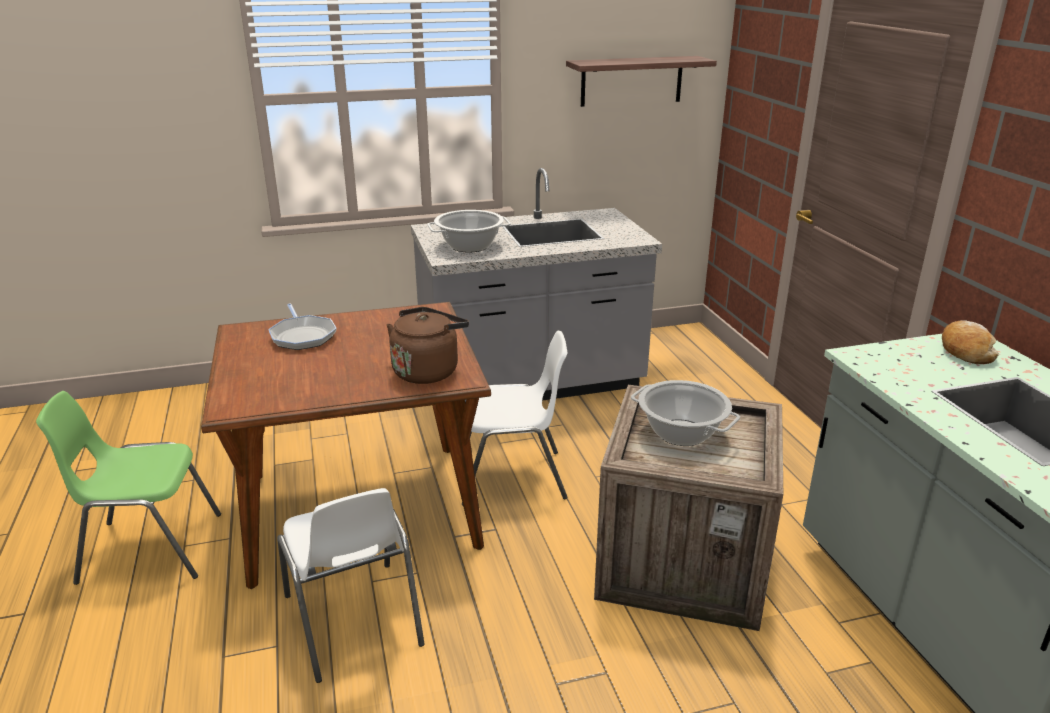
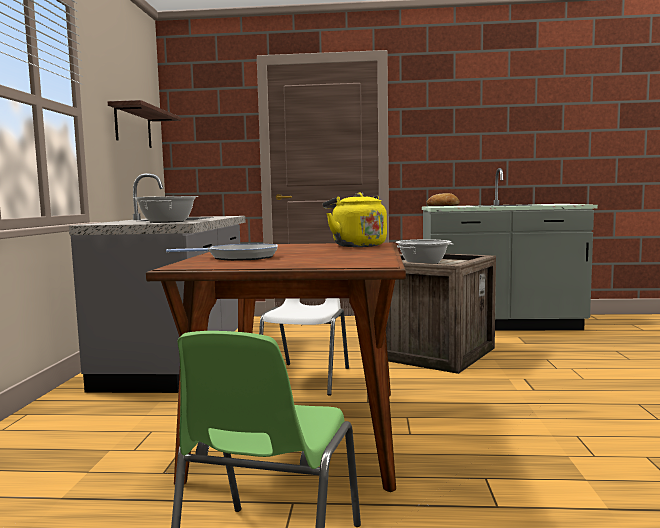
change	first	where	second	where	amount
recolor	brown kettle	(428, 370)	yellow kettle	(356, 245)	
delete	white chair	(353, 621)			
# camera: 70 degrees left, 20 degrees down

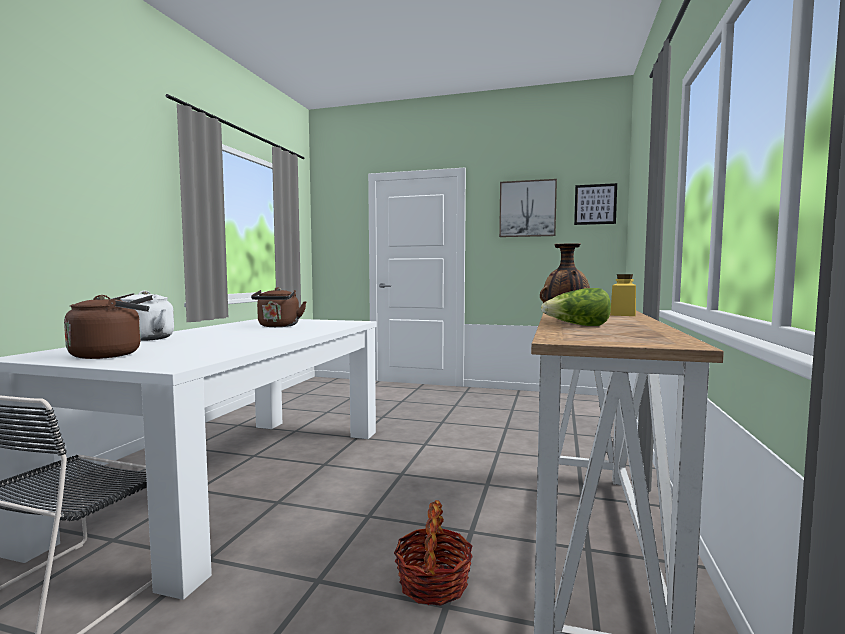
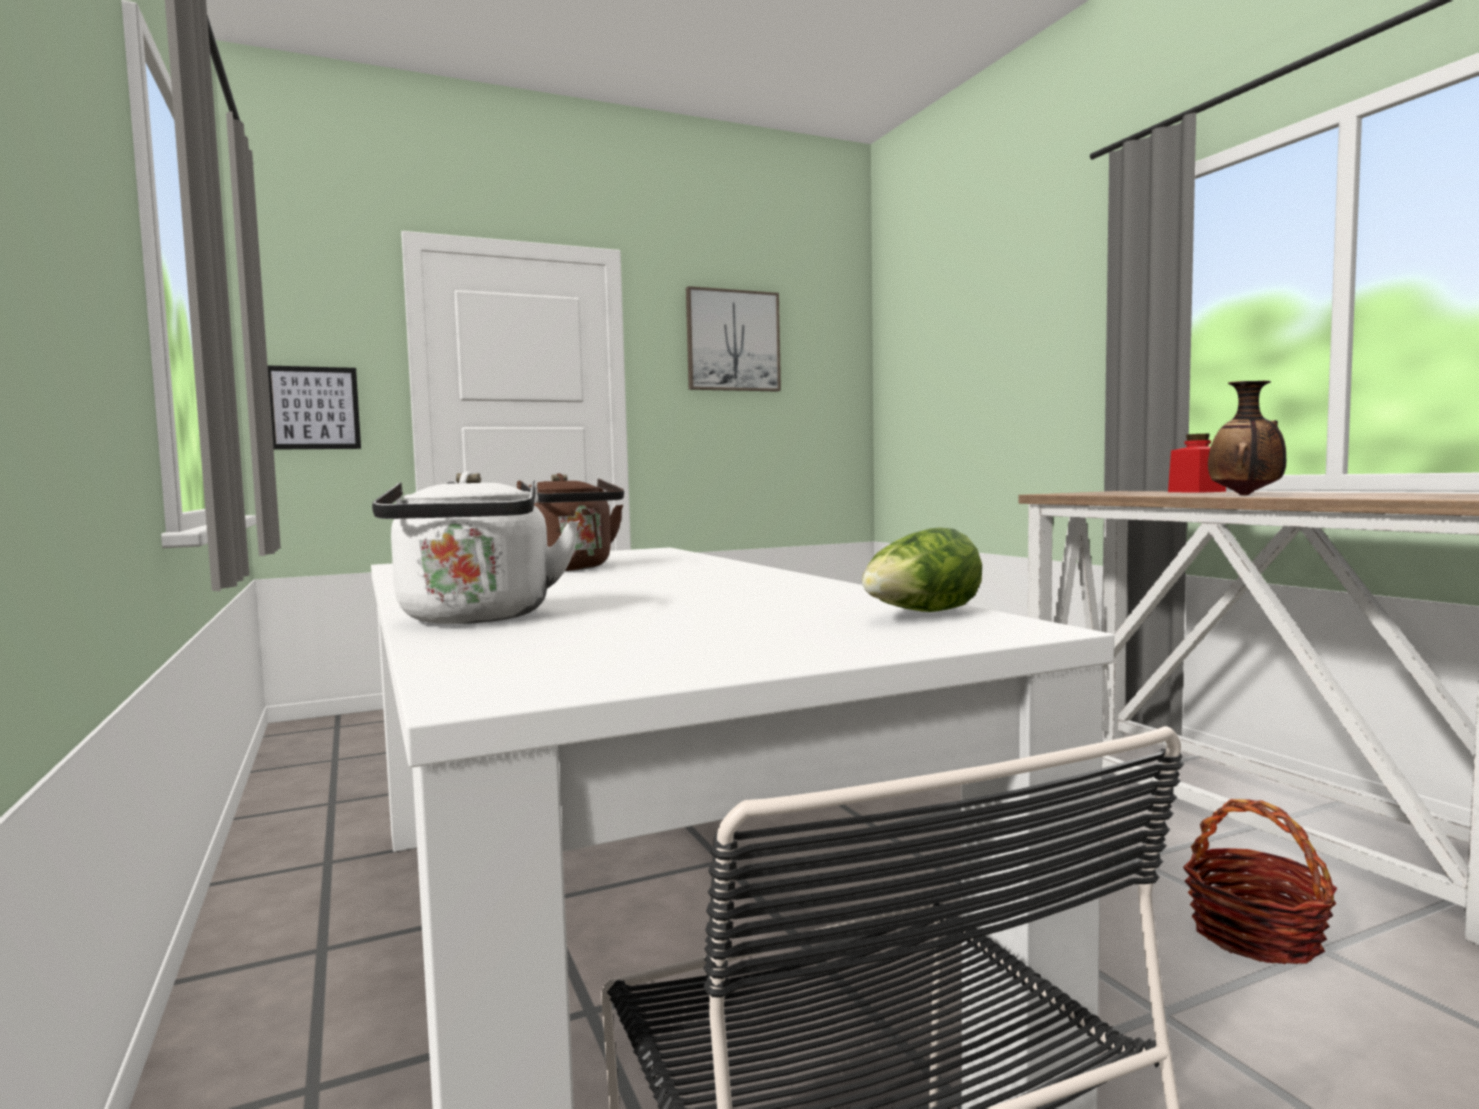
change	first	where	second	where	amount
move	picture	(595, 204)		(314, 408)	
recolor	yellow jar	(623, 314)	red jar	(1196, 491)	
move	lettuce	(577, 326)		(920, 614)	
delete	brown kettle	(110, 355)			
# camera: 40 degrees left, 0 degrees up

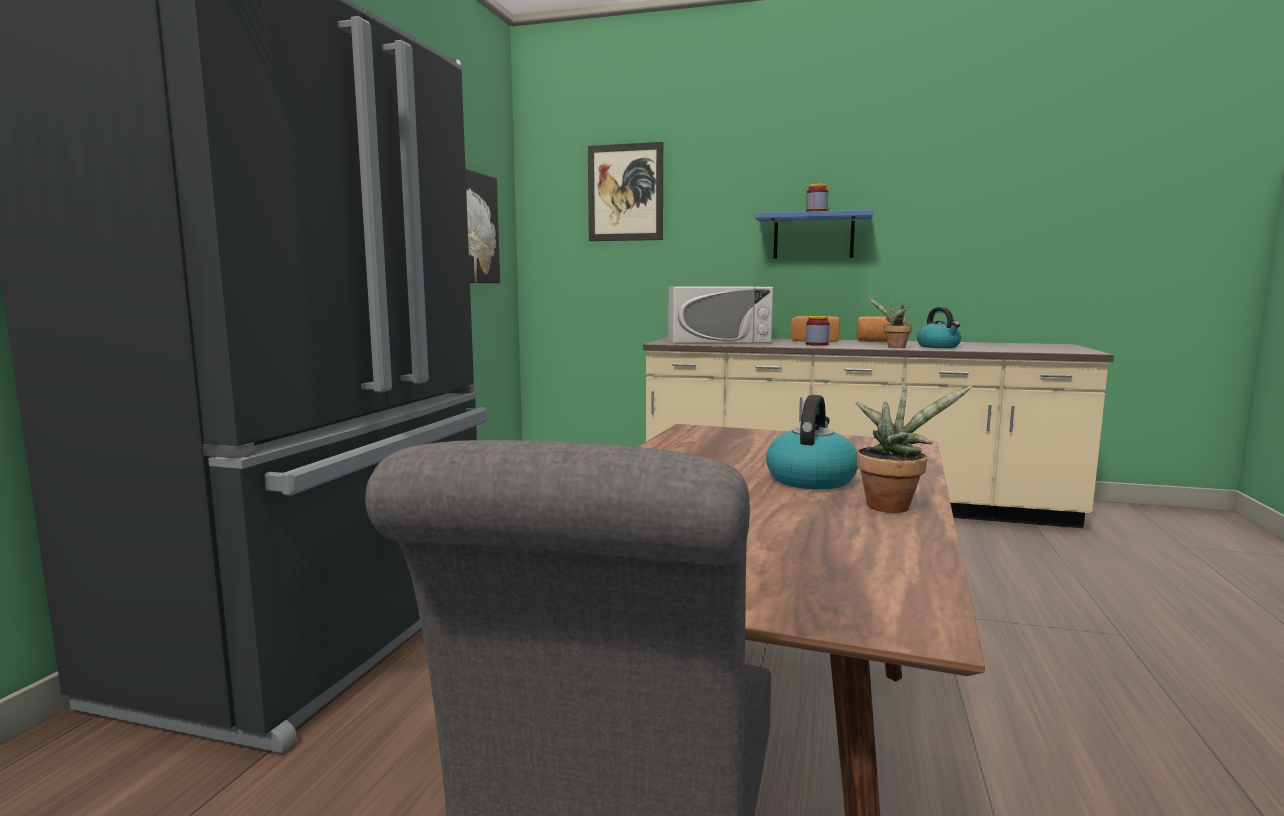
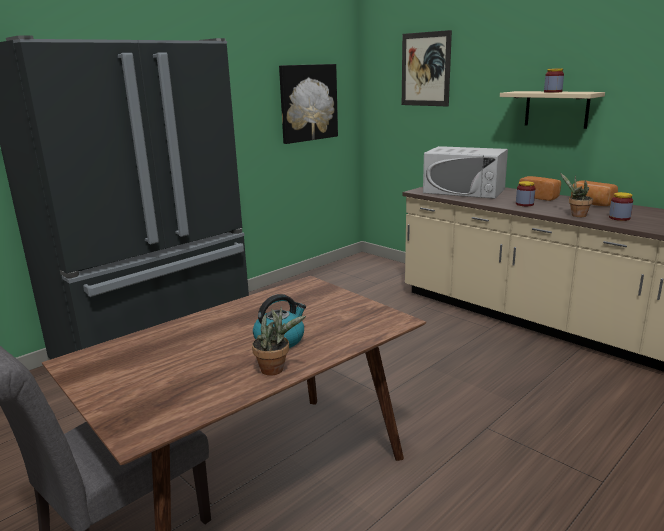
change	first	where	second	where	amount
recolor	blue shelf	(813, 236)	beige shelf	(556, 109)	
replace	kettle	(939, 347)	jar	(619, 218)	
# camera: 30 degrees right, 10 degrees up

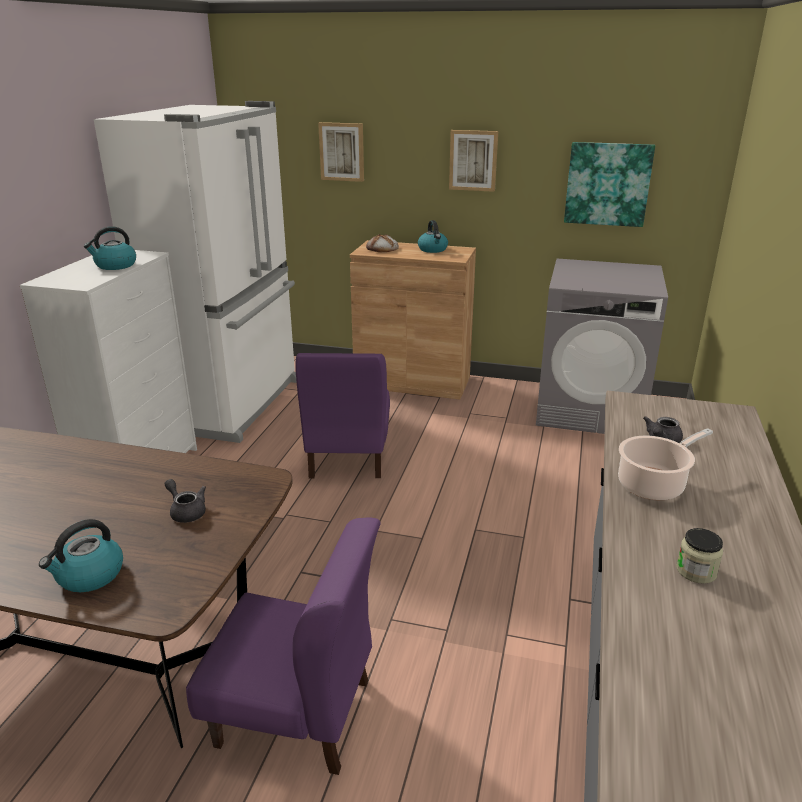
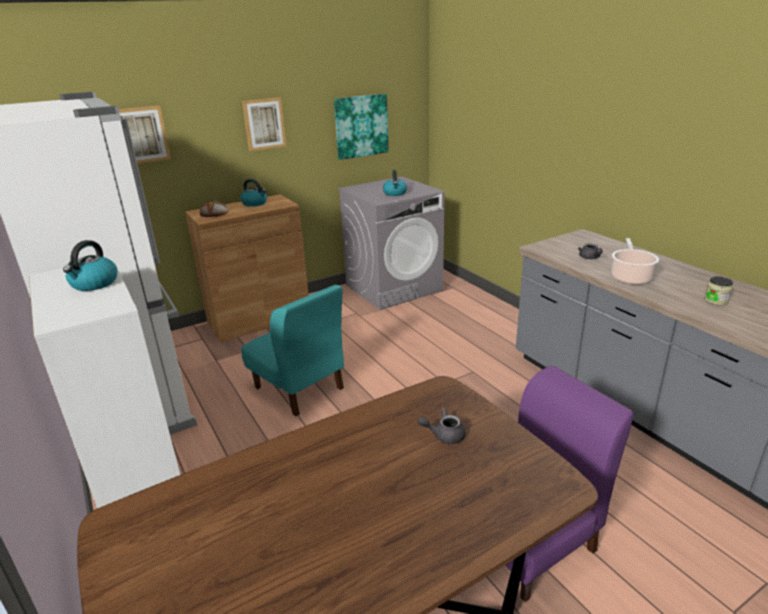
change	first	where	second	where	amount
recolor	purple chair	(347, 457)	turquoise chair	(299, 388)	
move	kettle	(89, 576)		(395, 193)	
# camera: 45 degrees left, 0 degrees up

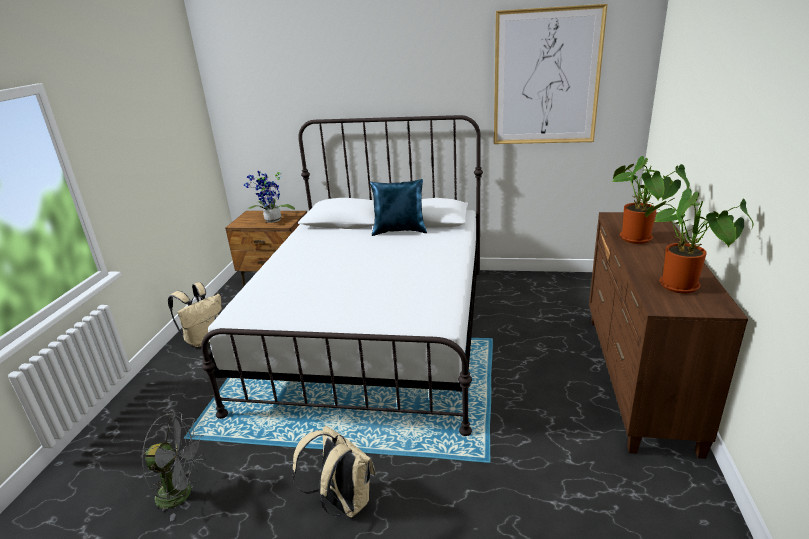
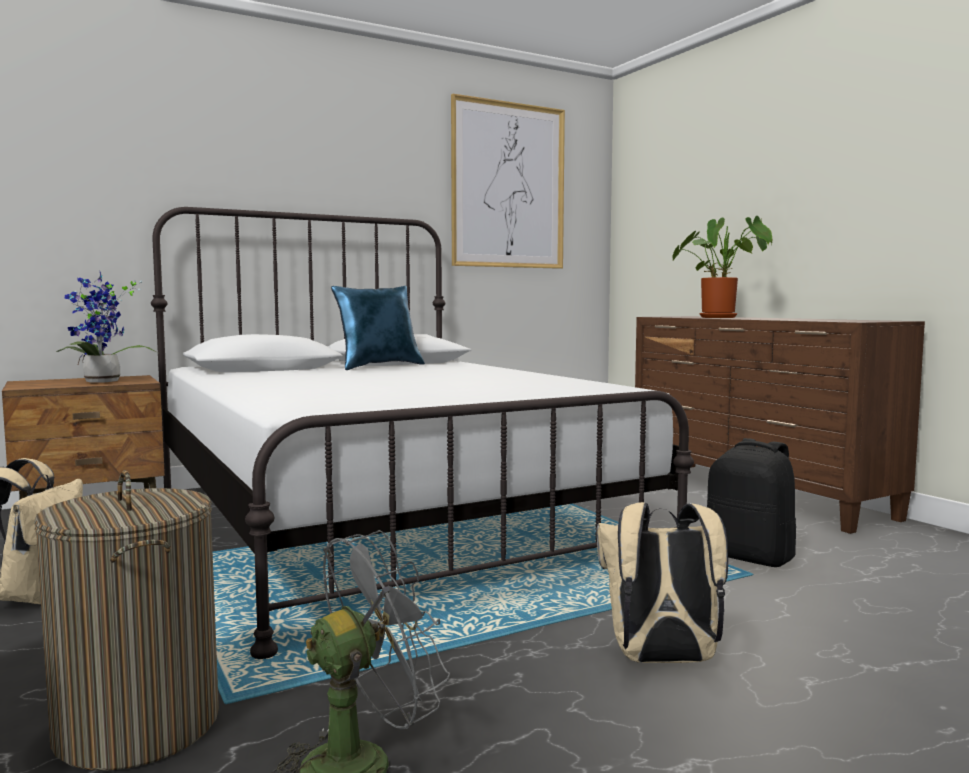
change	first	where	second	where	amount
delete	potted plant	(683, 287)			
insert			black backpack	(751, 557)	
insert			laundry basket	(137, 726)	
# camera: 40 degrees left, 20 degrees down

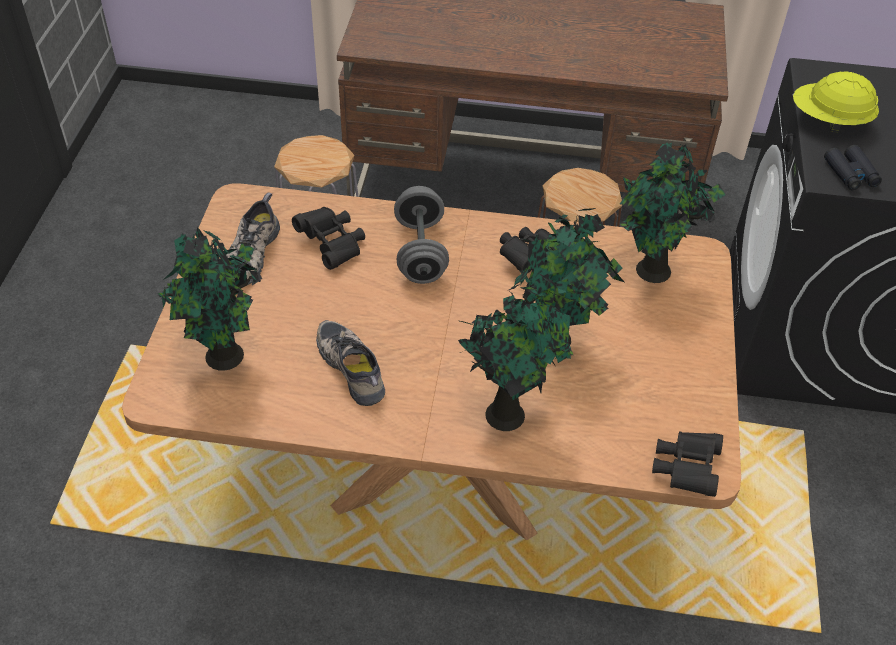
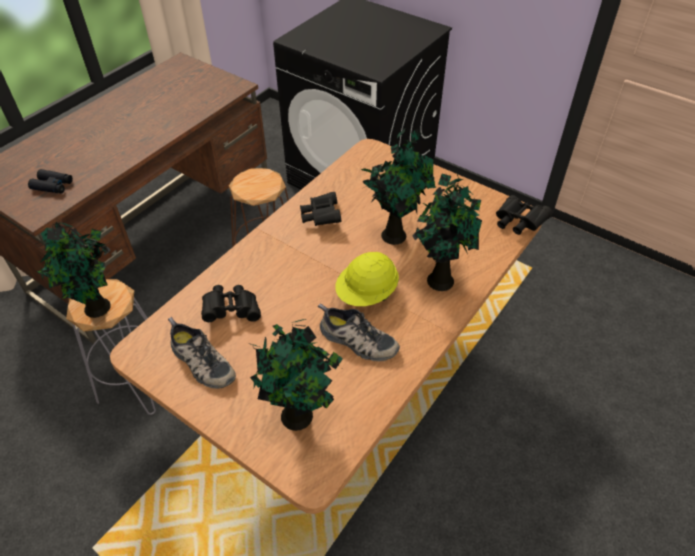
change	first	where	second	where	amount
move	yellow hard hat	(829, 121)		(367, 293)	
move	potted plant	(652, 272)		(98, 309)	
move	black binoculars	(850, 174)		(52, 185)	
delete	grey dumbbell	(420, 252)			
rotate	shoe	(353, 367)		(356, 341)	150 degrees counterclockwise
# camera: 60 degrees left, 0 degrees up

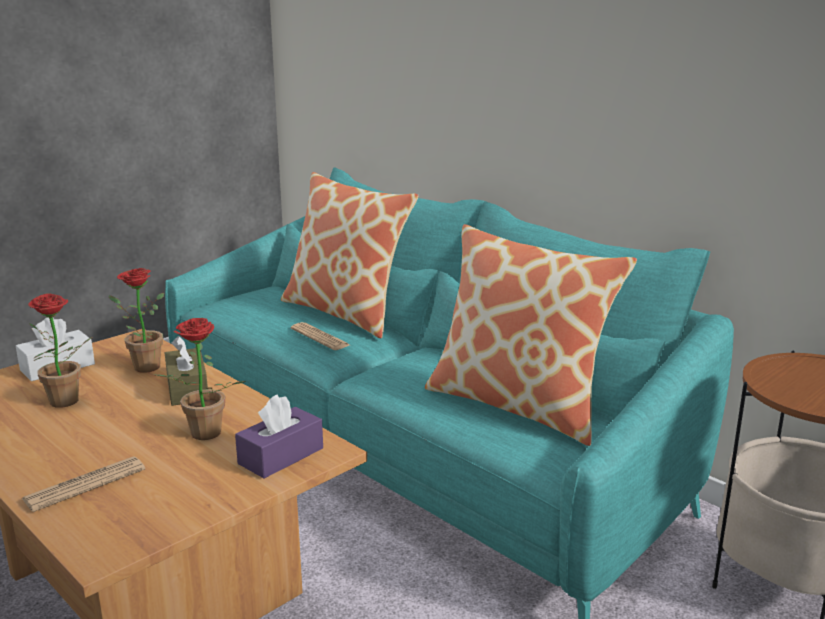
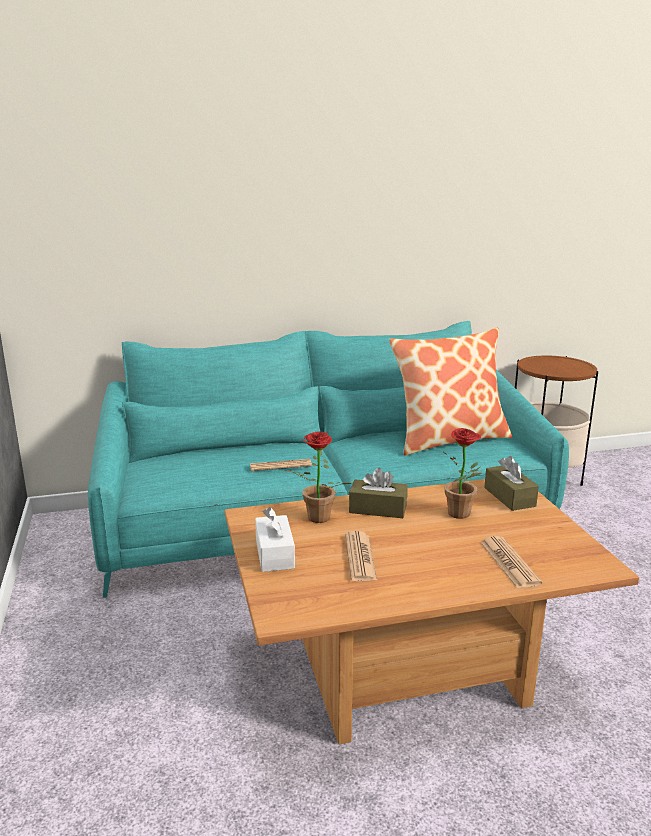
change	first	where	second	where	amount
delete	pillow	(347, 312)			
replace	potted plant	(66, 403)	newspaper	(360, 557)	
recolor	purple tissue box	(281, 456)	brown tissue box	(509, 497)	
# camera: 60 degrees left, 0 degrees up

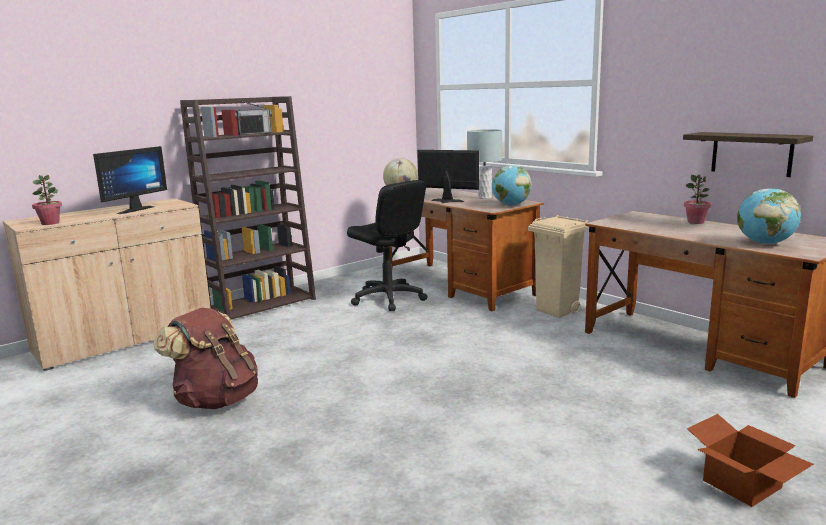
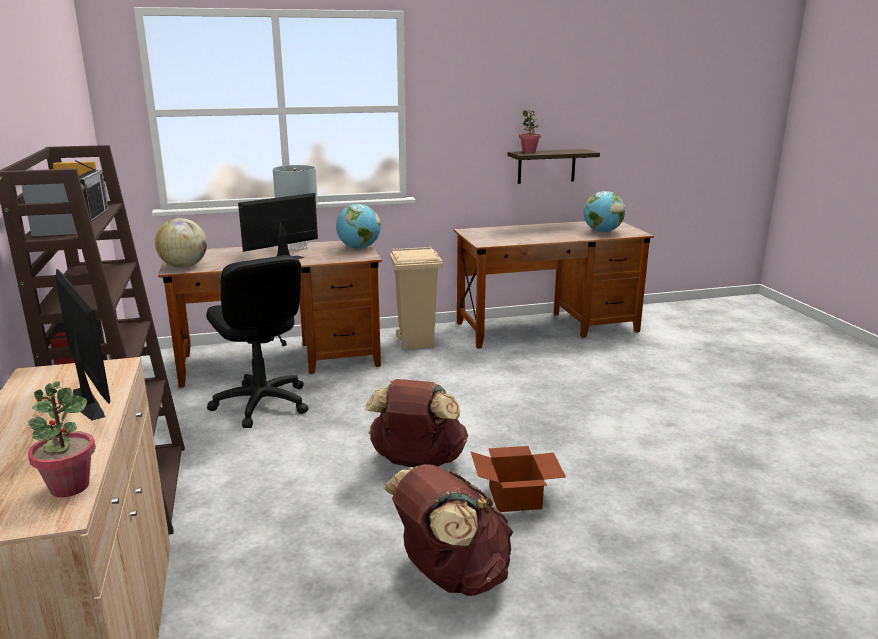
change	first	where	second	where	amount
move	potted plant	(695, 222)		(529, 152)	
rotate	black office chair	(388, 299)		(261, 404)	75 degrees clockwise
move	cardboard box	(743, 485)		(517, 497)	
insert			brown backpack	(417, 463)	
# camera: 65 degrees left, 5 degrees up

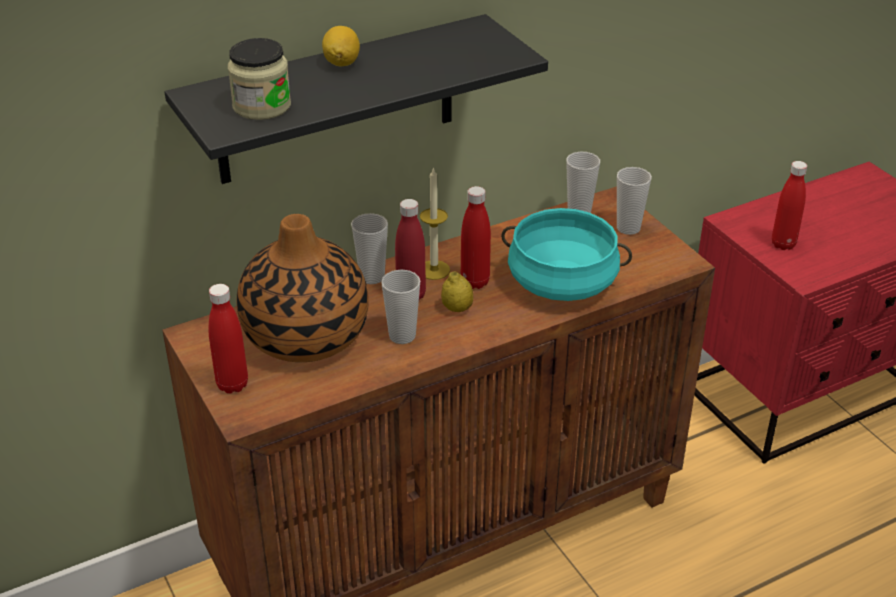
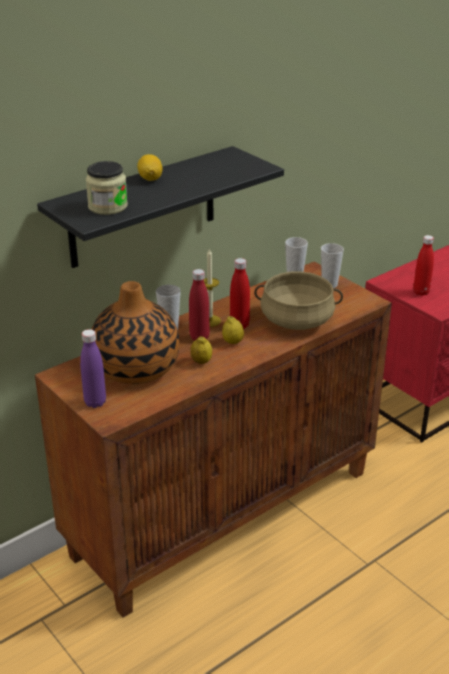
change	first	where	second	where	amount
recolor	turquoise cooking pot	(562, 282)	beige cooking pot	(297, 320)	
replace	cup	(402, 336)	lemon	(201, 361)	
recolor	red bottle	(232, 385)	purple bottle	(95, 402)	
# camera: 10 degrees left, 5 degrees down

